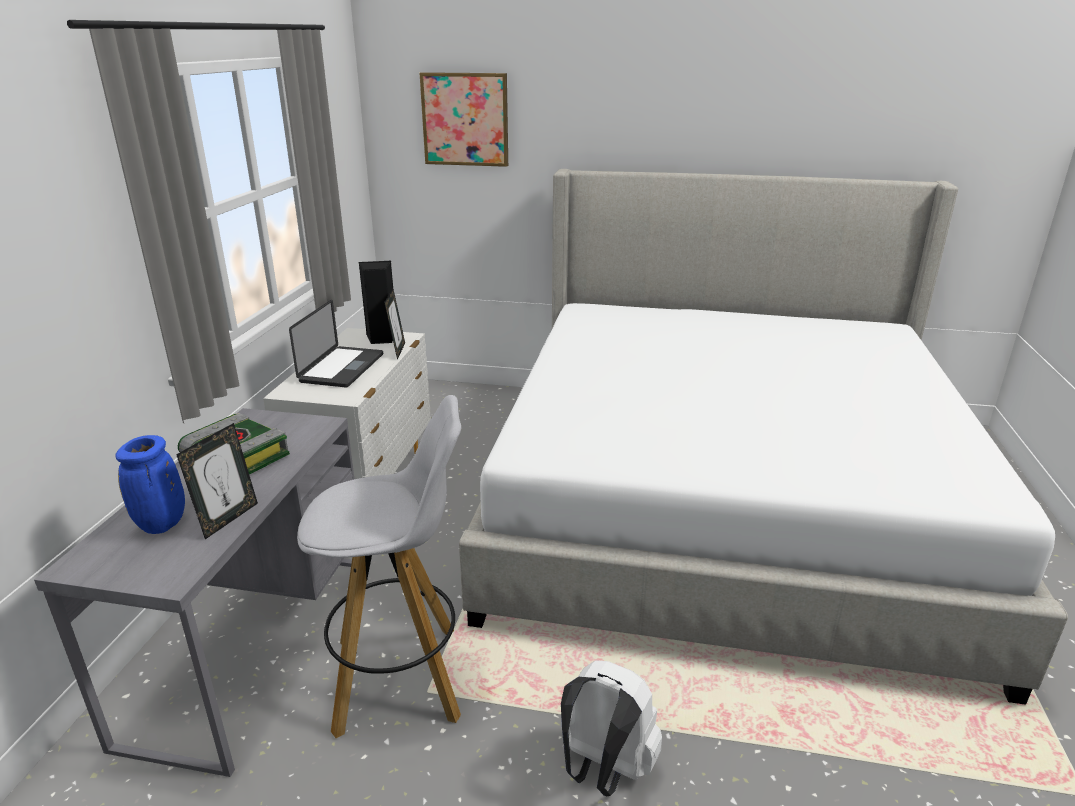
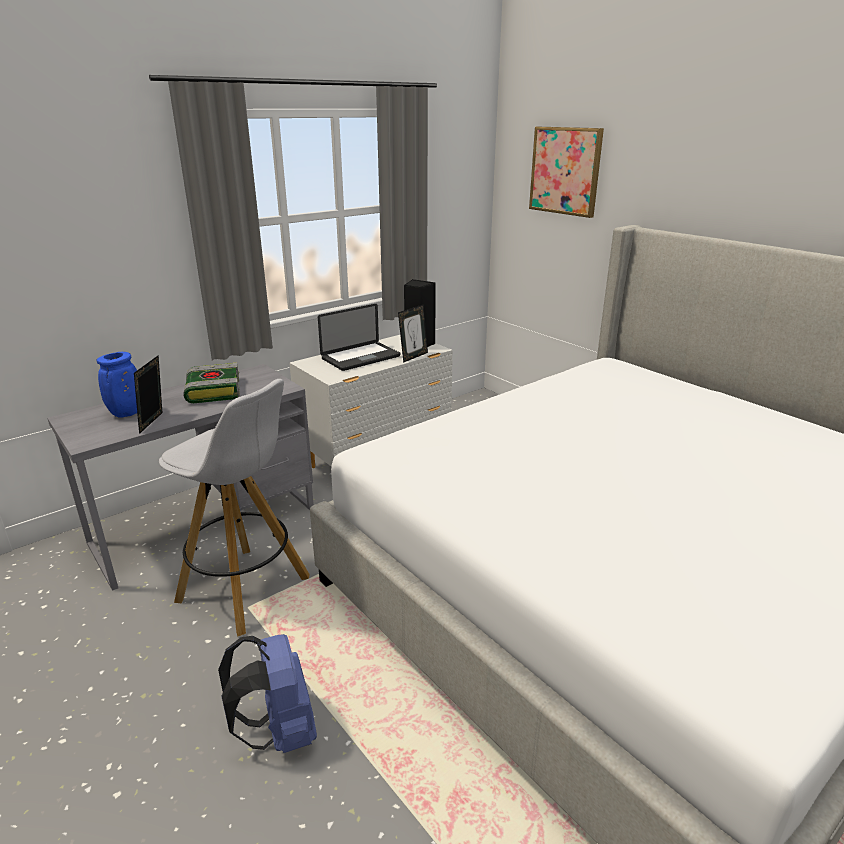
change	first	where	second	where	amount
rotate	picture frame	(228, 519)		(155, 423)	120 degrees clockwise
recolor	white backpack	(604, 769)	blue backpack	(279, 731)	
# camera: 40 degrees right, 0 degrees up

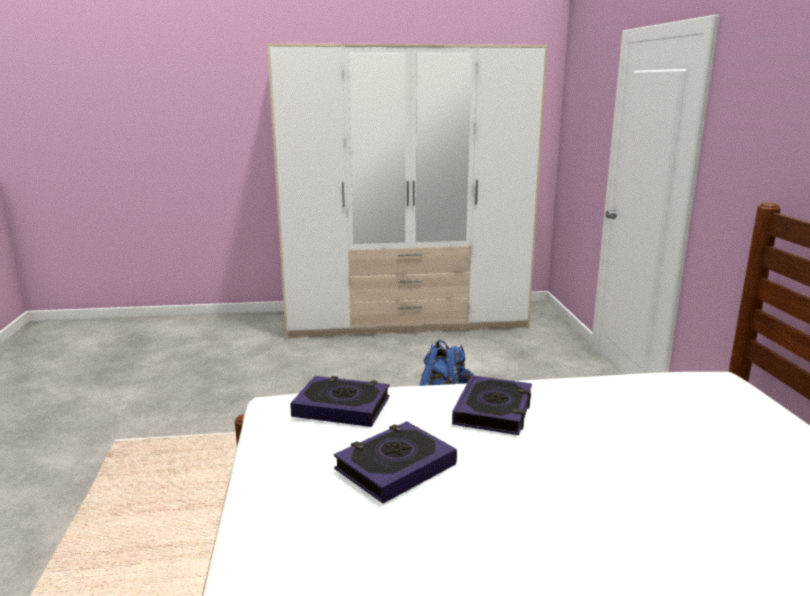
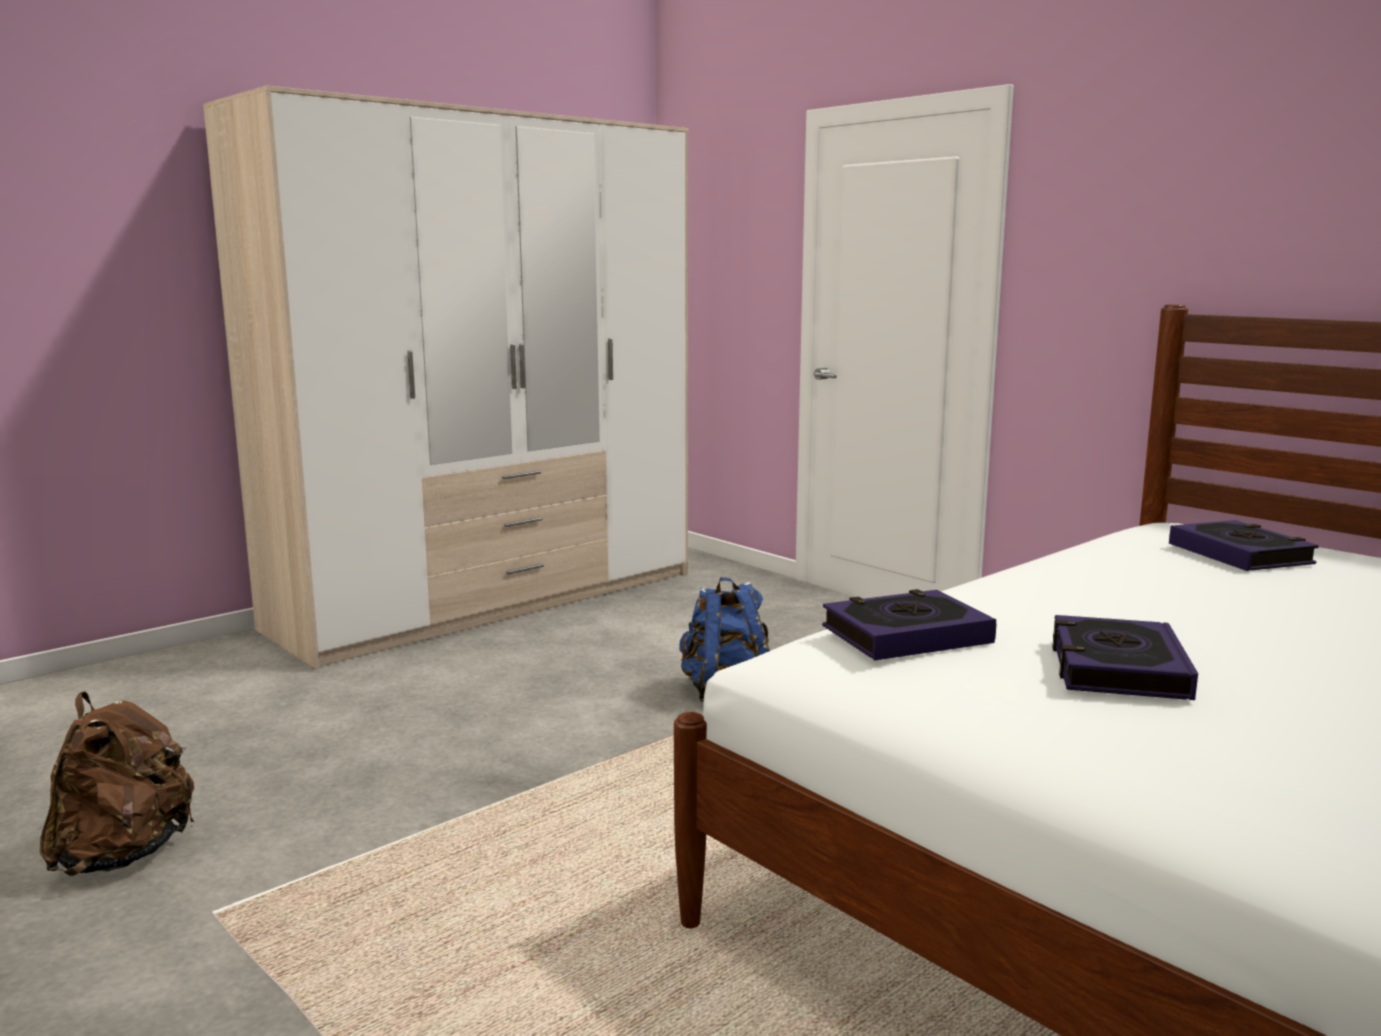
change	first	where	second	where	amount
move	book	(493, 411)		(1240, 554)	
insert			brown backpack	(124, 855)	
# camera: 35 degrees left, 5 degrees down

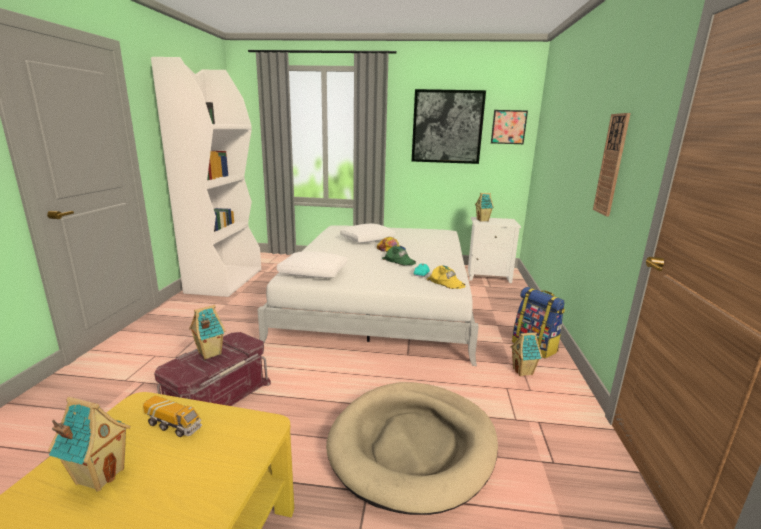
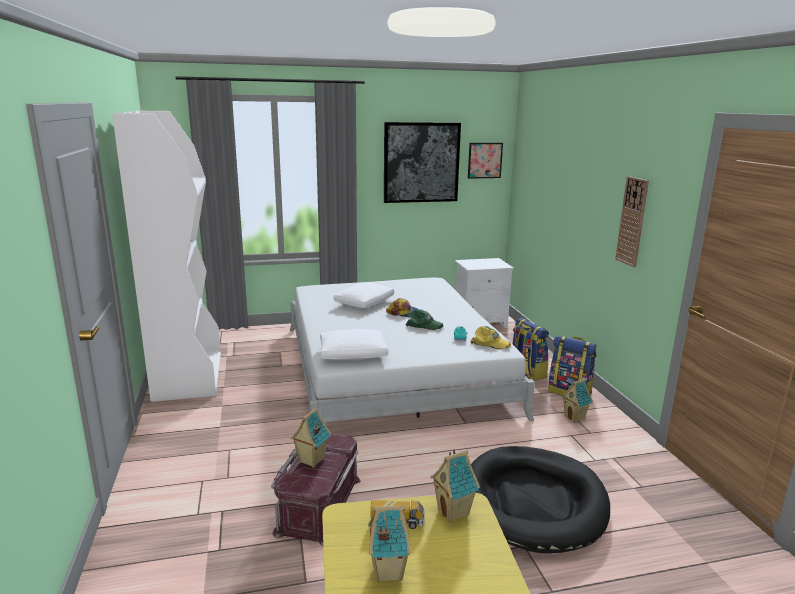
change	first	where	second	where	amount
move	toy house	(483, 220)		(454, 512)	
recolor	beige dog bed	(413, 446)	black dog bed	(532, 502)	
insert			backpack	(526, 373)	
# camera: 20 degrees left, 0 degrees up

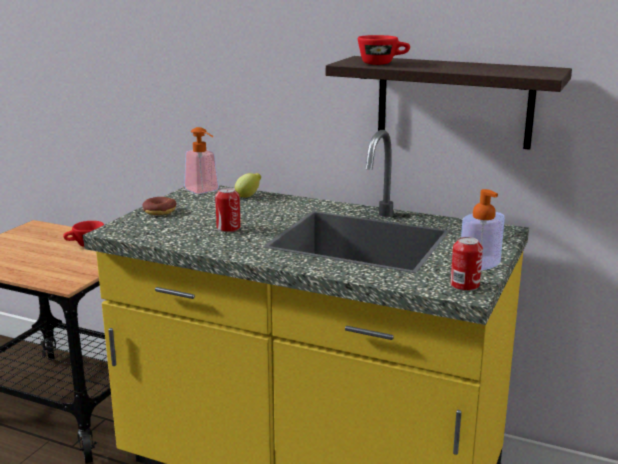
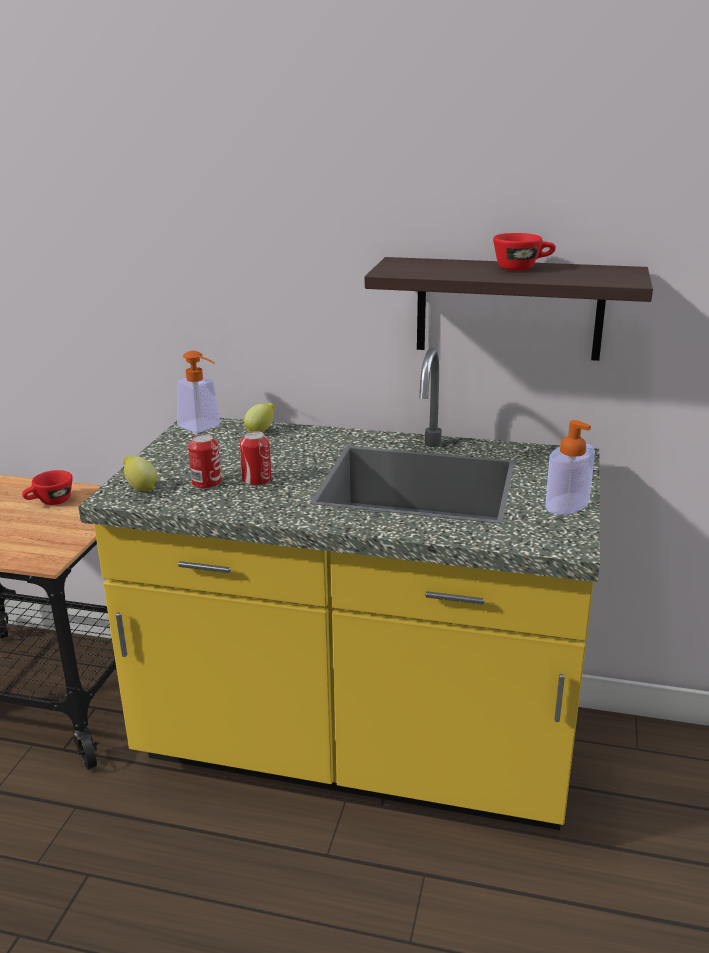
change	first	where	second	where	amount
move	red cup	(383, 63)		(522, 268)	
delete	donut	(159, 211)			
move	can	(464, 285)		(206, 483)	
insert			lemon	(141, 488)	
# camera: 10 degrees left, 5 degrees up

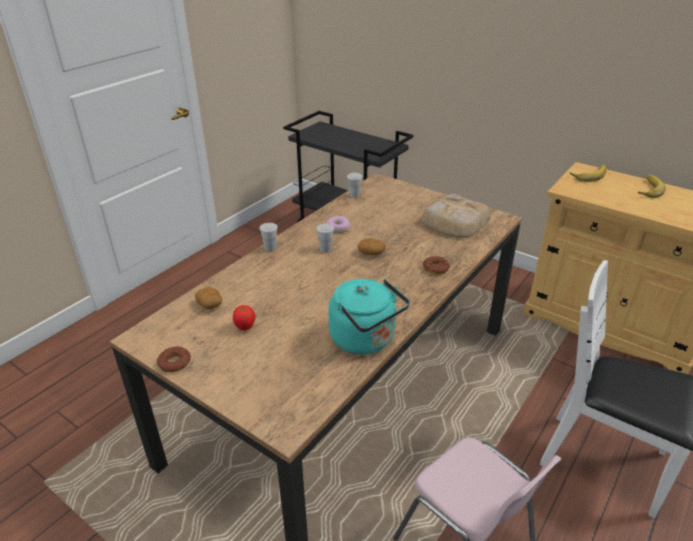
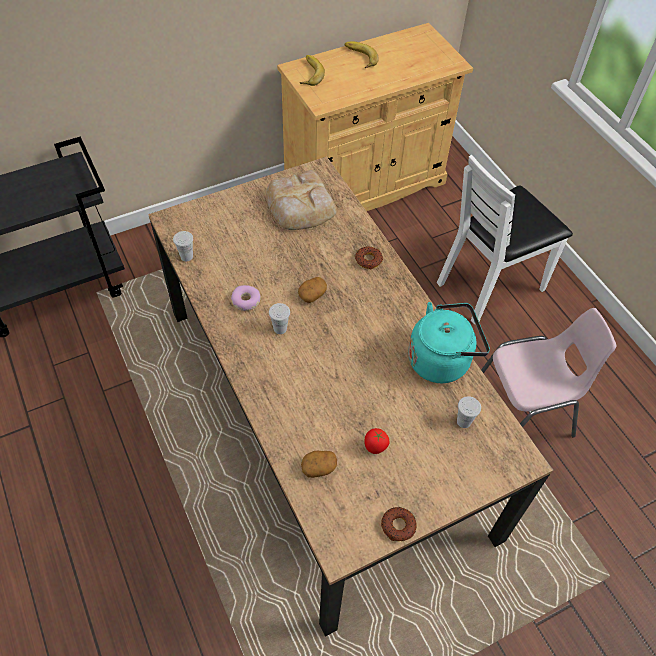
change	first	where	second	where	amount
move	white cup	(270, 248)		(463, 421)	
# camera: 65 degrees left, 20 degrees up

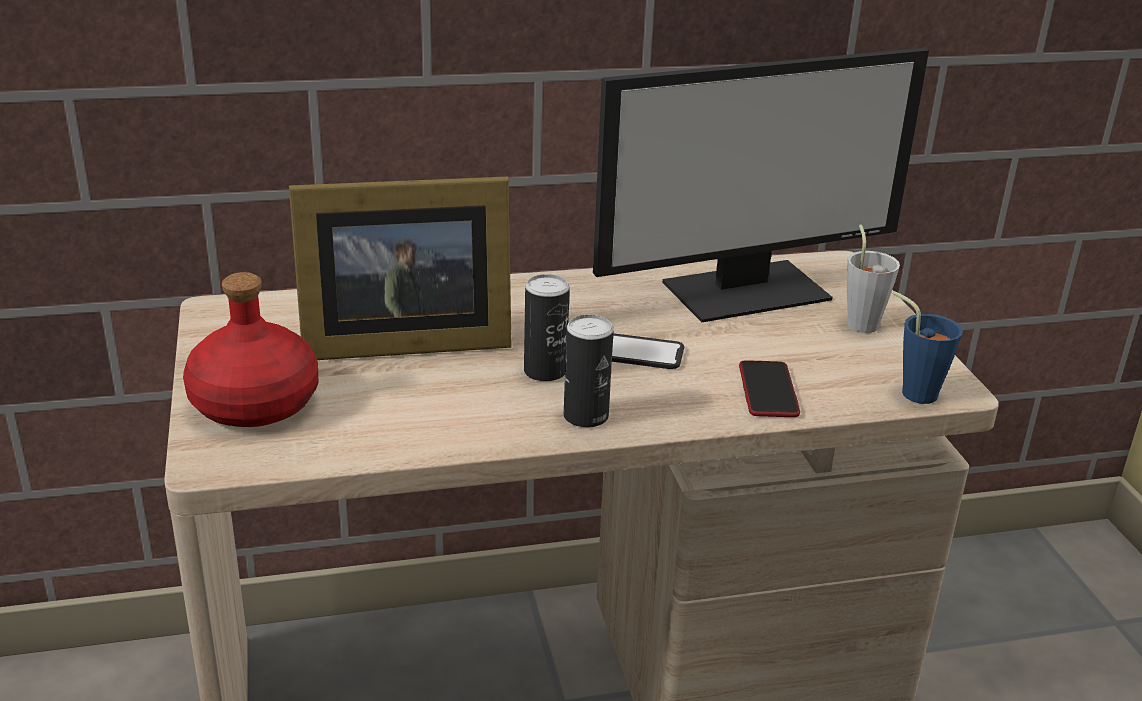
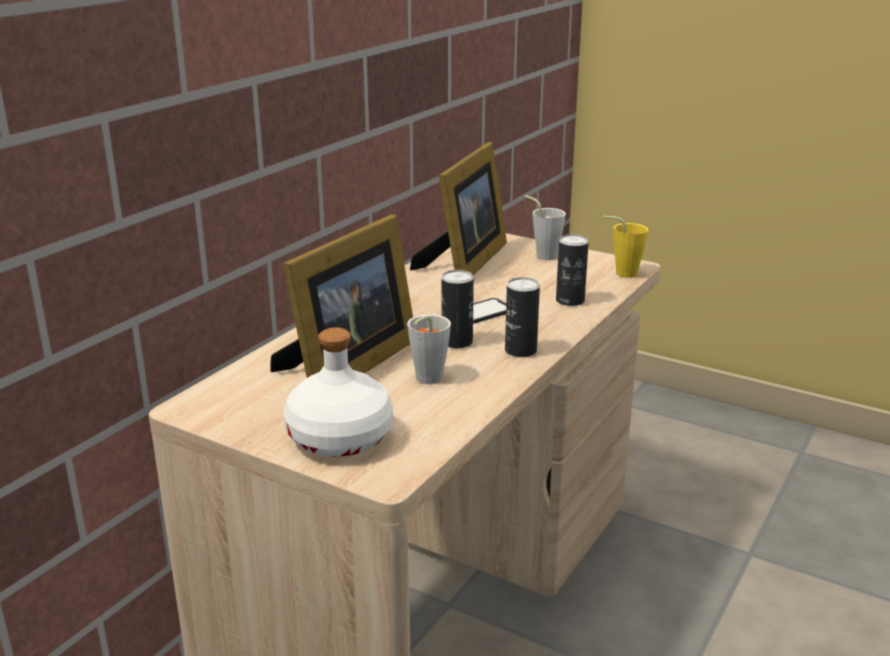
change	first	where	second	where	amount
replace	monitor	(746, 289)	picture frame	(465, 263)	
recolor	red bottle	(253, 403)	white bottle	(338, 438)	
recolor	blue cup	(913, 390)	yellow cup	(621, 273)	
replace	phone	(768, 390)	can	(570, 301)	
insert			grey cup	(425, 380)	
# camera: 45 degrees left, 5 degrees down

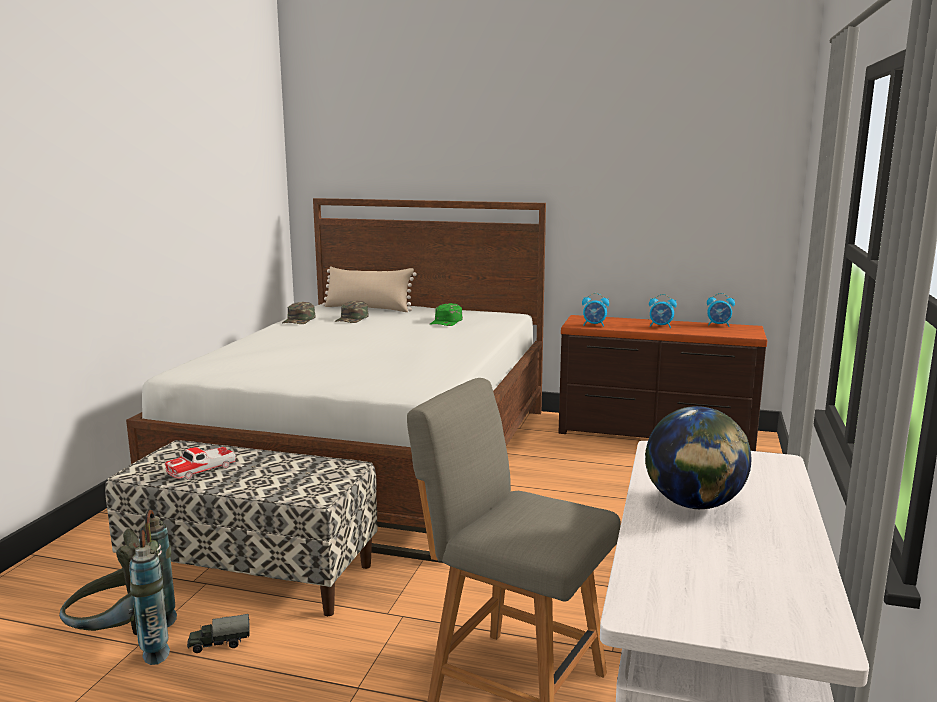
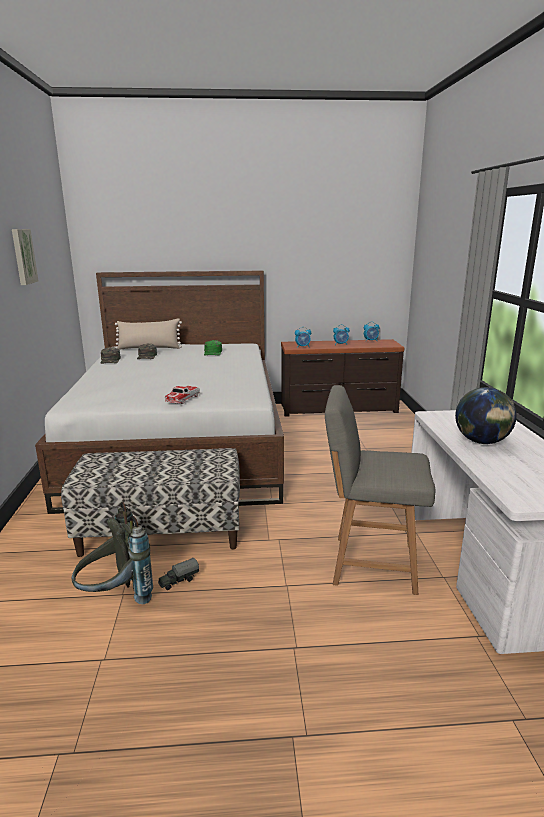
change	first	where	second	where	amount
move	toy car	(201, 469)		(183, 399)	
insert			picture	(23, 256)	
# camera: 20 degrees left, 5 degrees up

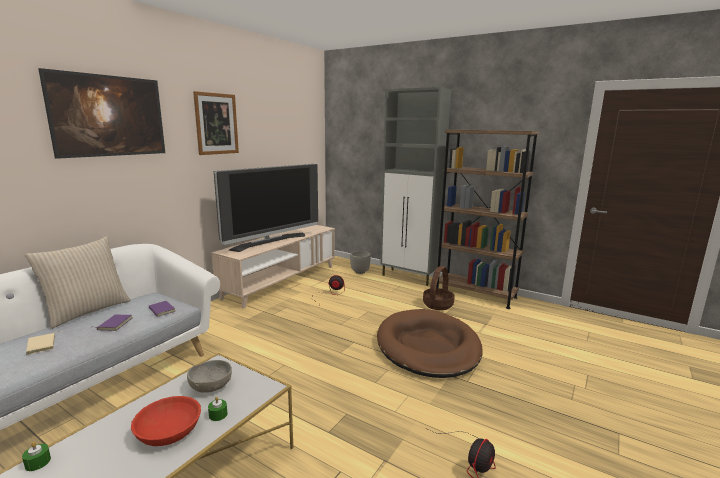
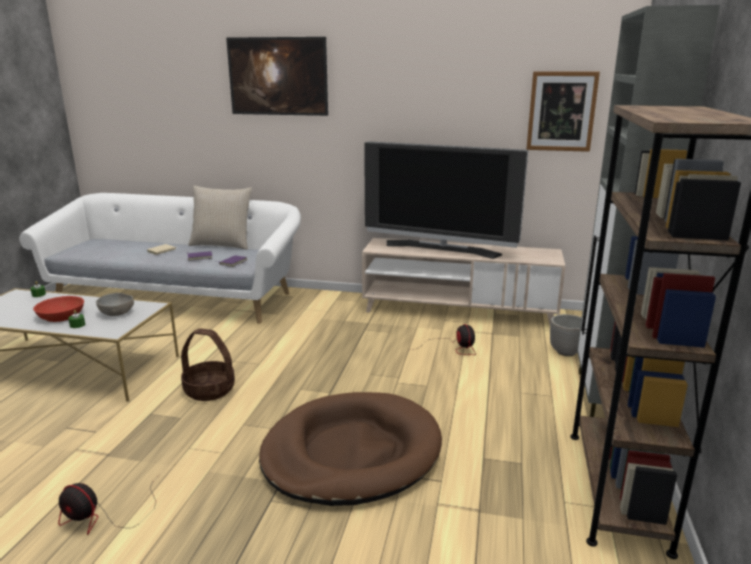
change	first	where	second	where	amount
move	picture	(216, 124)		(561, 111)	
move	basket	(437, 304)		(210, 390)	
# camera: 70 degrees right, 5 degrees up

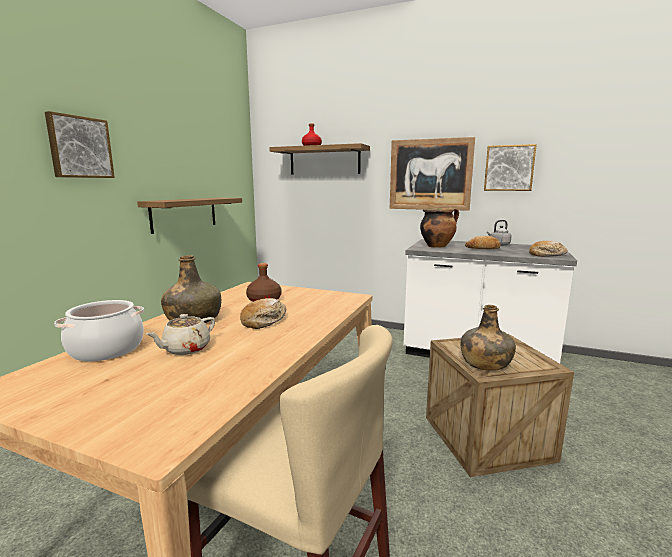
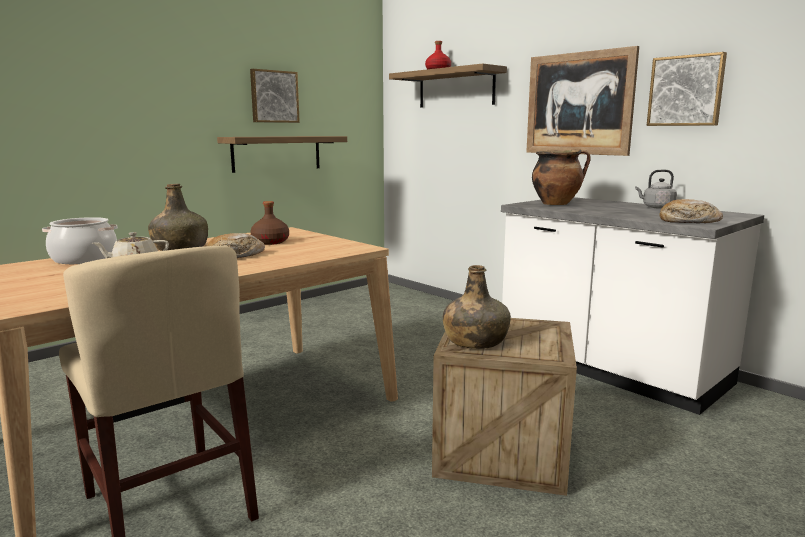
change	first	where	second	where	amount
move	picture	(80, 147)		(274, 96)	
delete	bread	(482, 249)			
# camera: 25 degrees right, 0 degrees up

